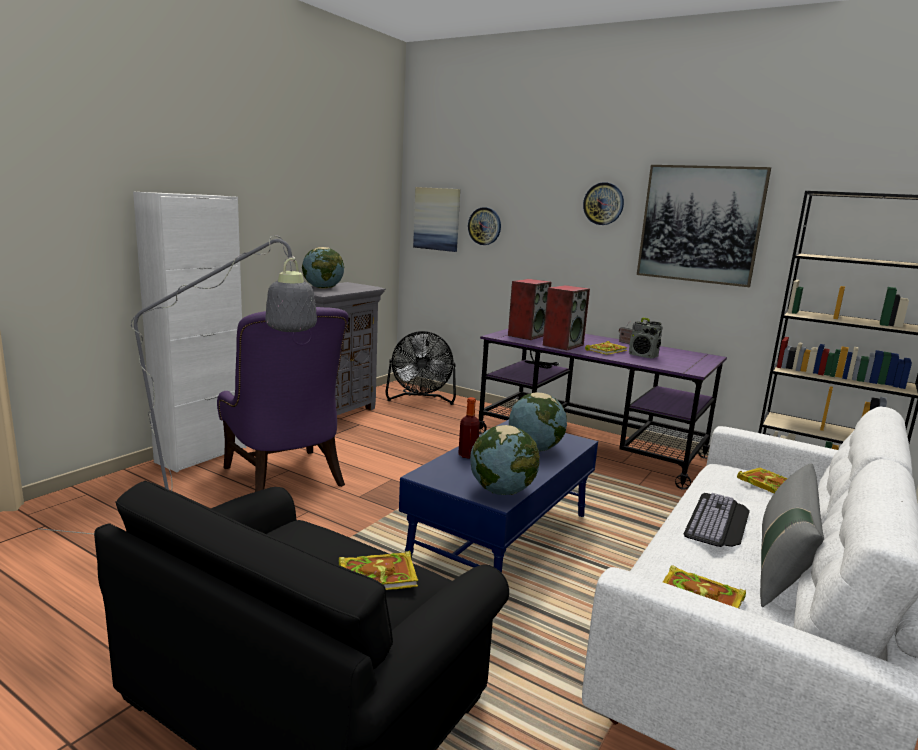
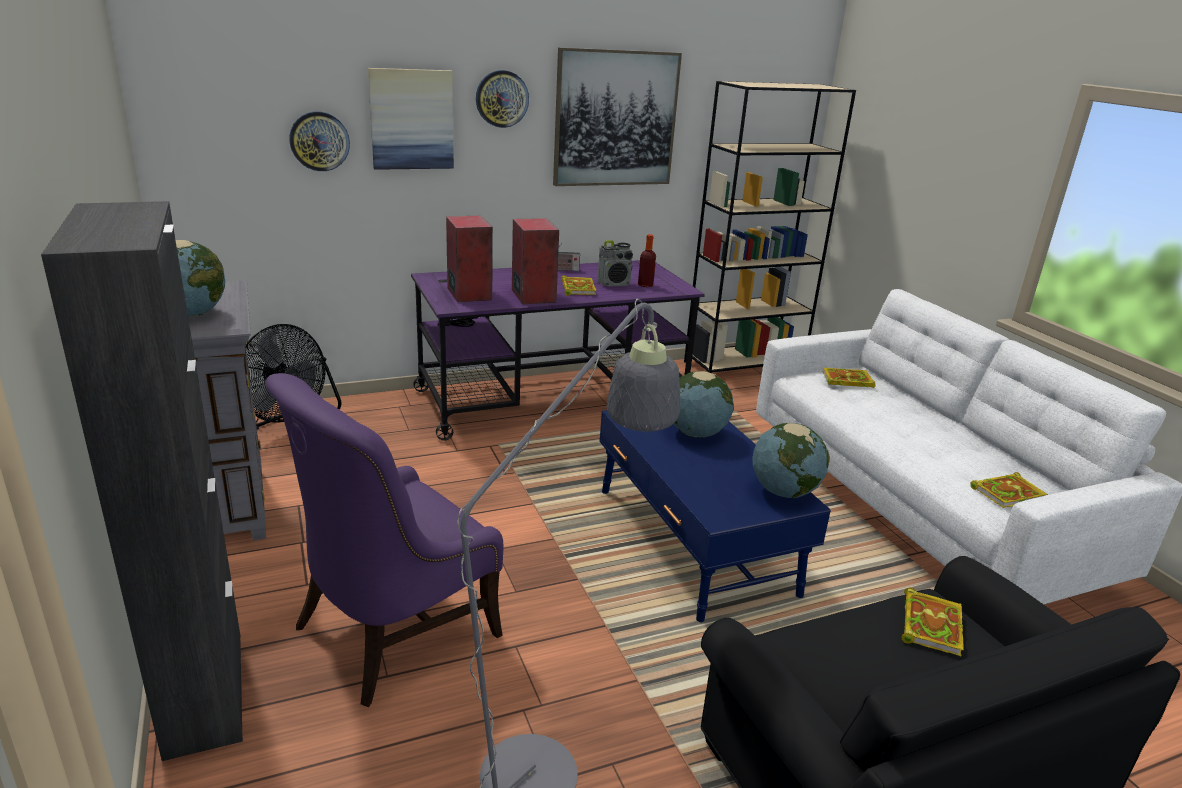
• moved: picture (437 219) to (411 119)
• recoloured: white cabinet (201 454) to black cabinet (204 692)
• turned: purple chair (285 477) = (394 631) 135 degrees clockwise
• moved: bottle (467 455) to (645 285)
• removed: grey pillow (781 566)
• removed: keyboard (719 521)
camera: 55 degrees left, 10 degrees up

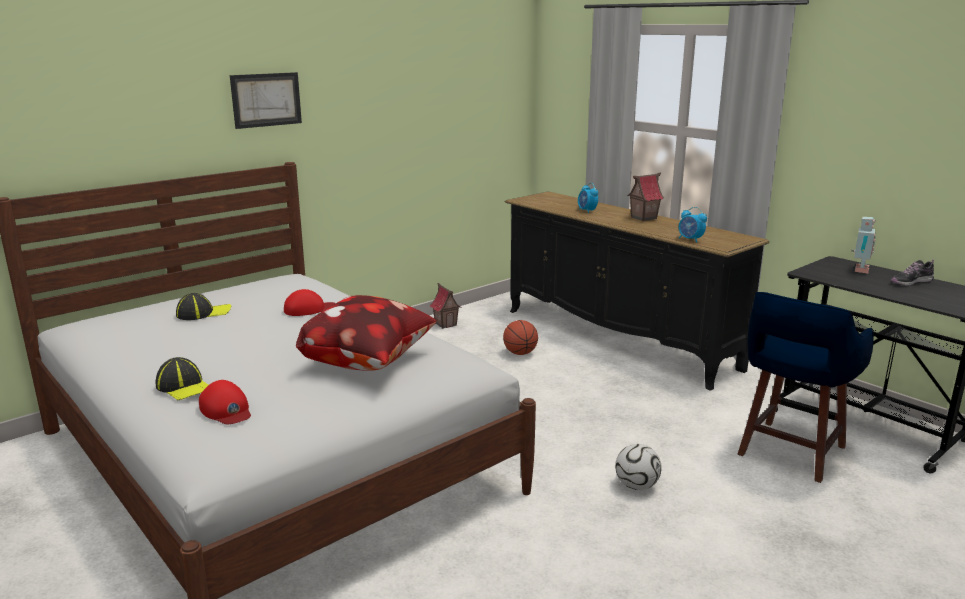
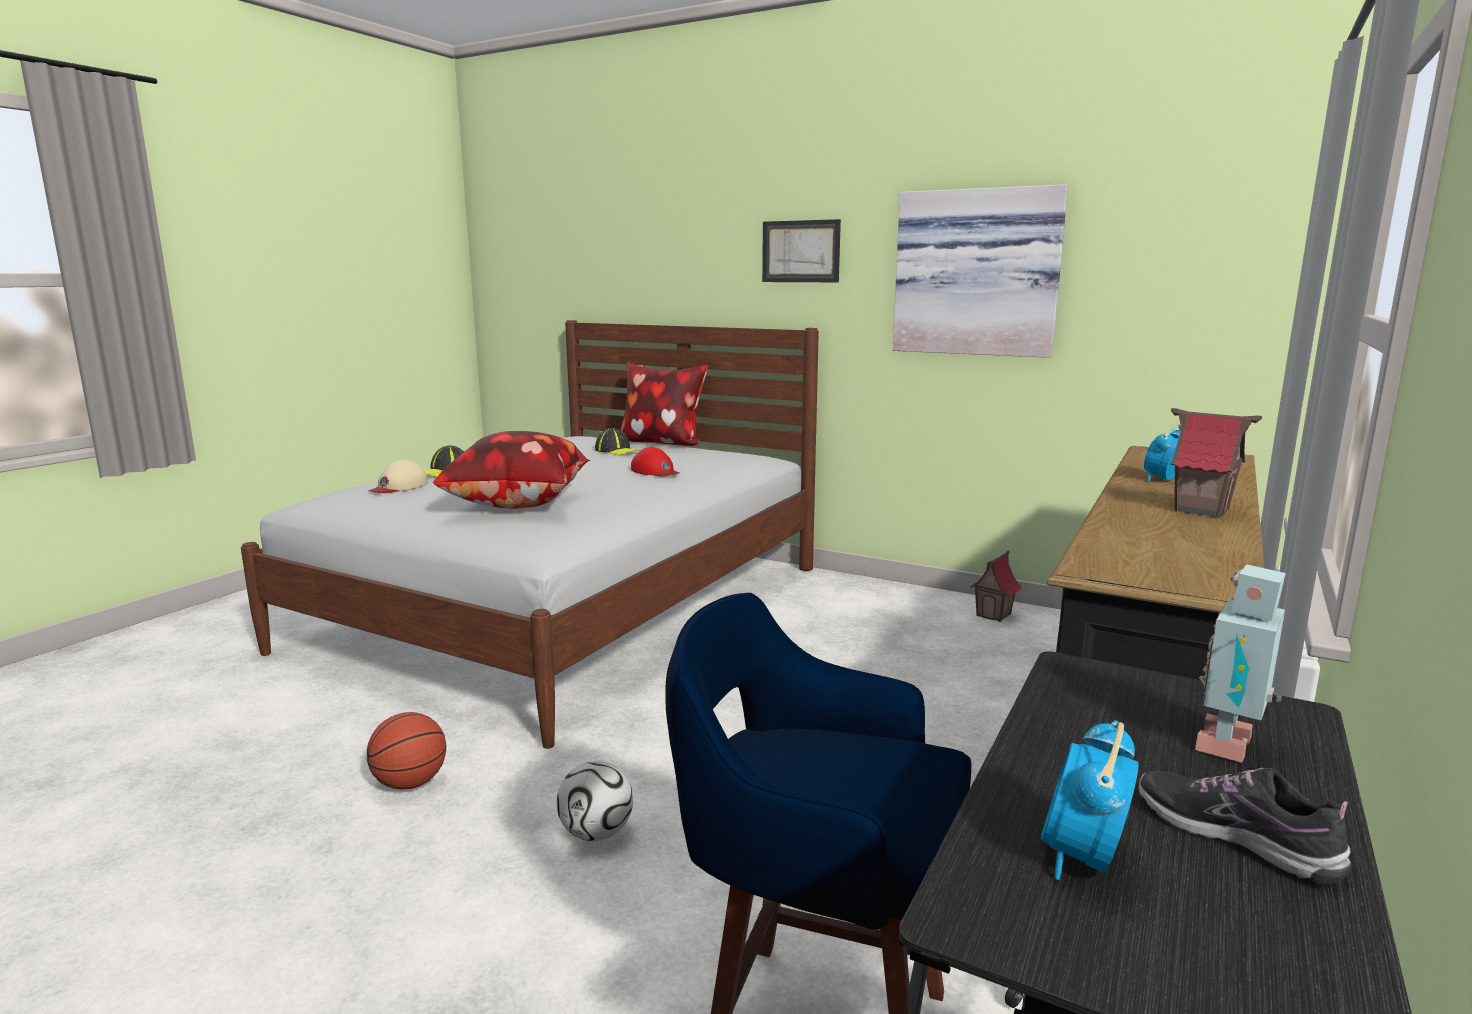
• moved: alarm clock (690 239) to (1082 859)
• turned: toy robot (859 270) = (1231 745) 120 degrees clockwise
• moved: basketball (520 353) to (410 783)
• recoloured: red cap (226 410) to beige cap (399 487)
• added: picture (977 273)
• added: pillow (661 443)
camera: 70 degrees right, 5 degrees down

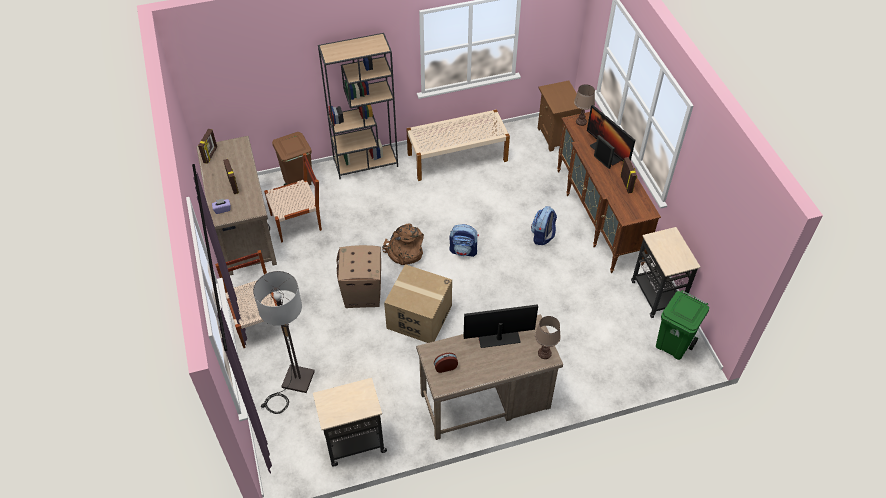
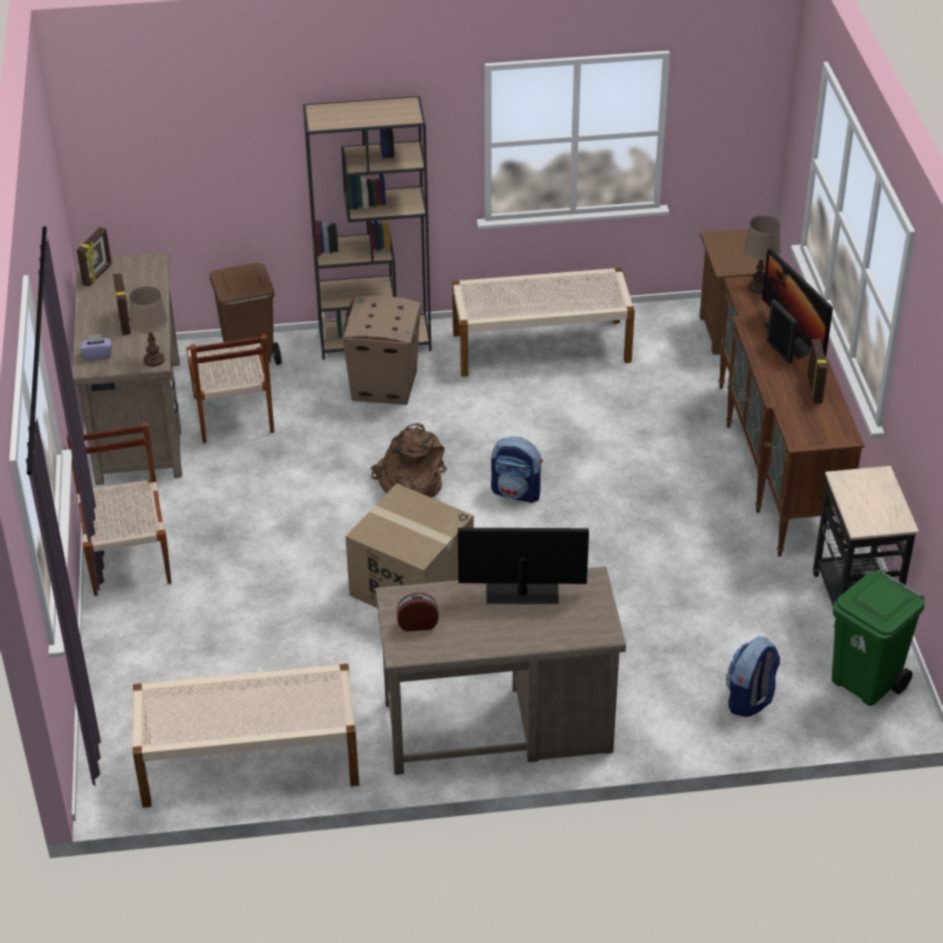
• turned: chair (297 222) = (233 417) 90 degrees clockwise
• moved: backpack (542 236) to (750 700)
• moved: cardboard box (362 294) to (384 386)
• removed: floor lamp (291 386)
• moved: brown table lamp (544 353) to (153 360)
• replaced: cart (354 444) to beige bench (249 762)
camera: 10 degrees right, 10 degrees down

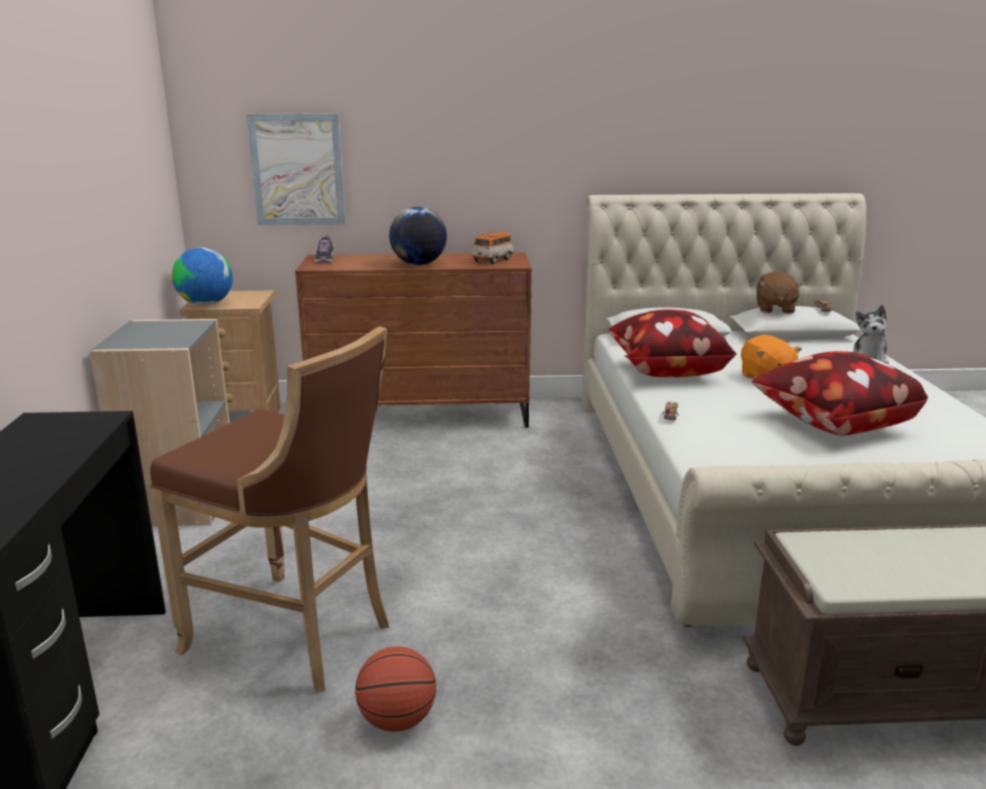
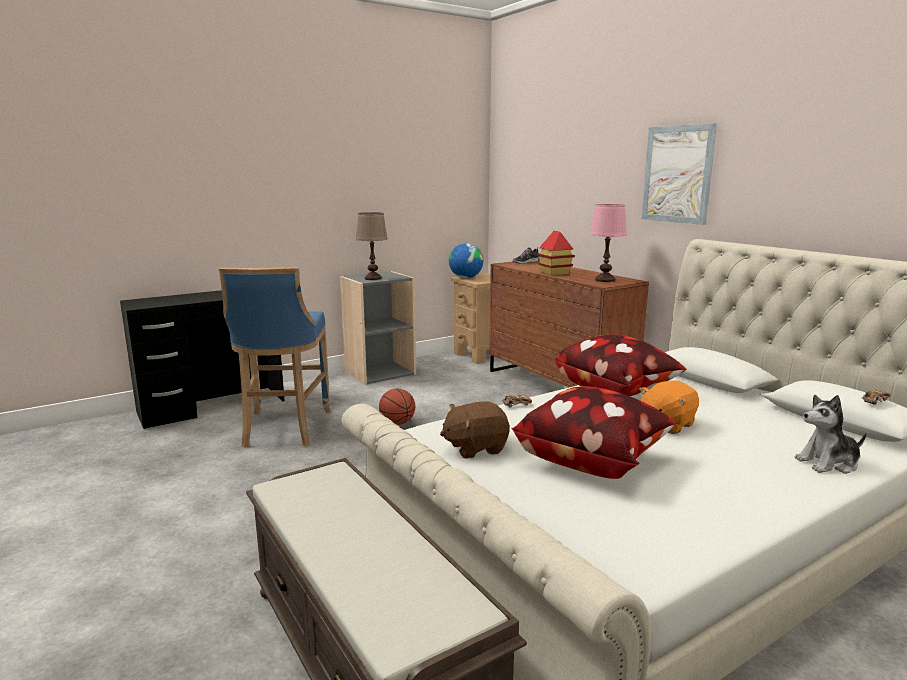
• moved: picture (297 170) to (677 174)
• replaced: globe (419 264) to toy house (555 273)
• replaced: toy car (493 260) to pink table lamp (604 280)
• moved: brown plush toy (774 309) to (475 448)
• recoloured: brown stool (296 636) to blue stool (284 430)
• moved: basketball (397 720) to (397 423)
• added: brown table lamp (372 278)
camera: 60 degrees right, 5 degrees down

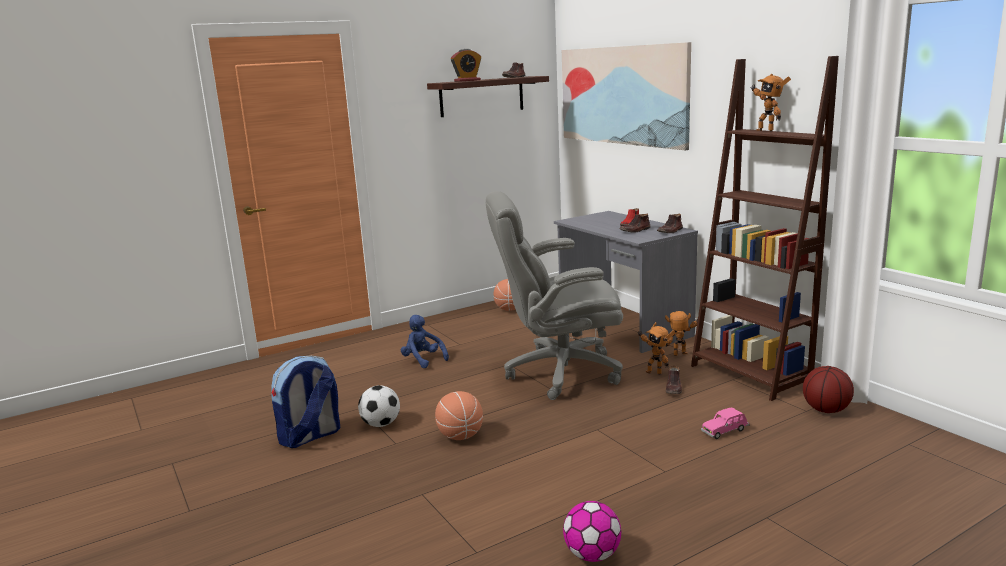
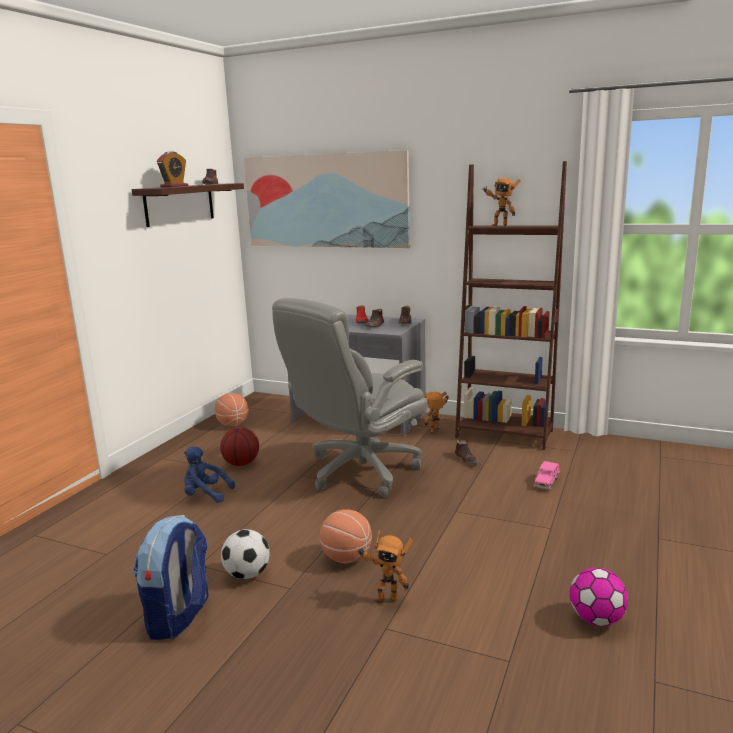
• moved: toy robot (654 372) to (385 598)
• moved: basketball (826 410) to (241 463)
camera: 35 degrees left, 0 degrees up

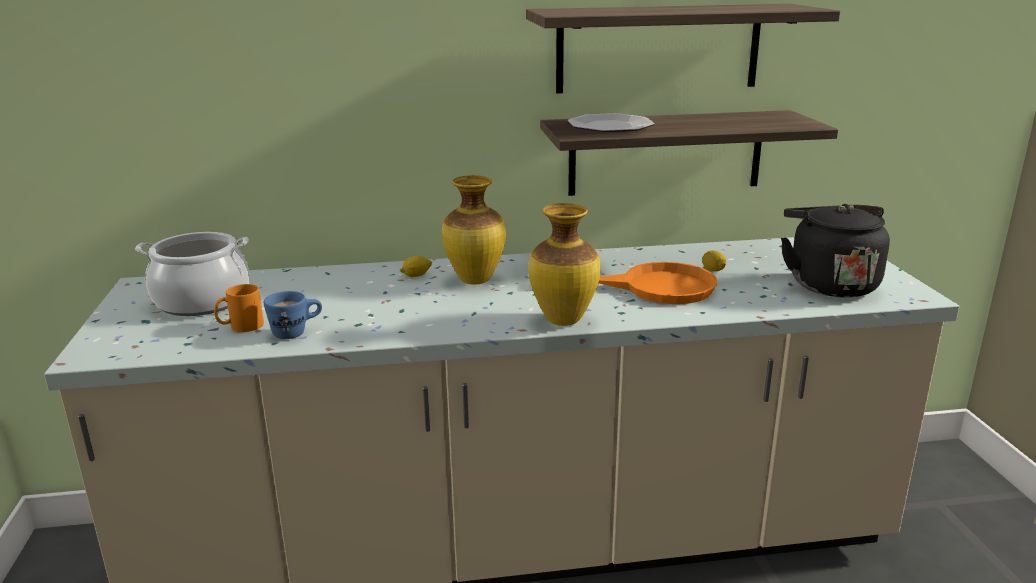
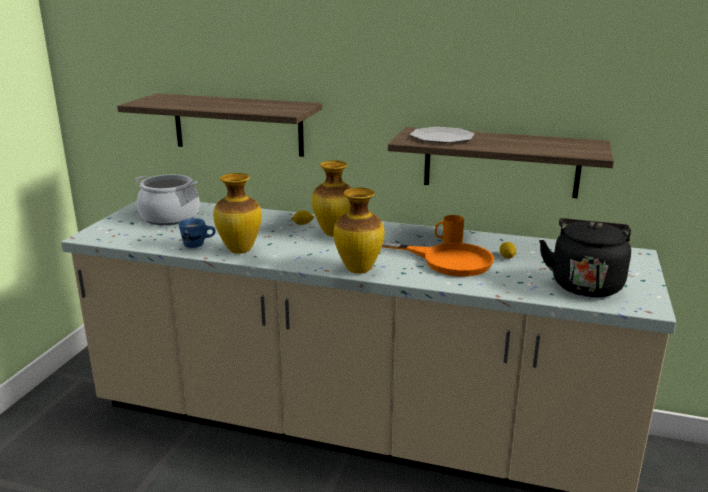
• moved: shelf (658 48) to (238 124)
• moved: orange mug (240 327) to (448 242)
• added: vase (239 250)
camera: 25 degrees right, 0 degrees up

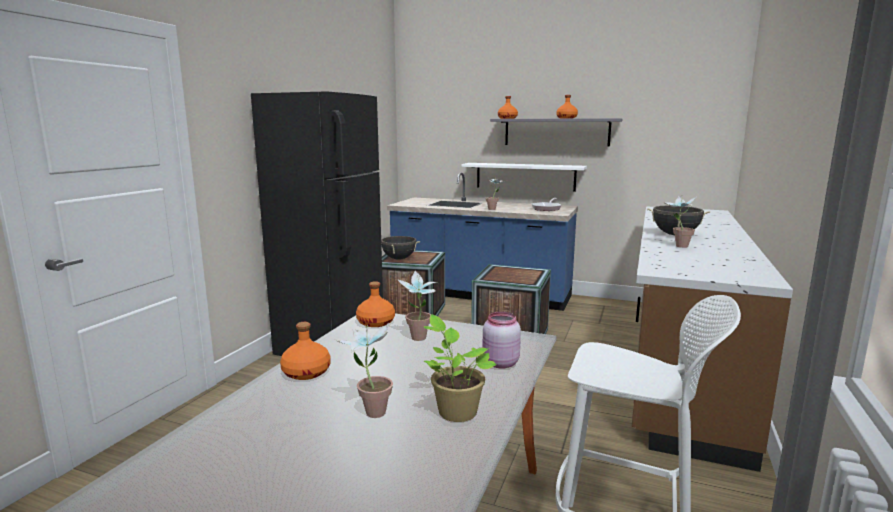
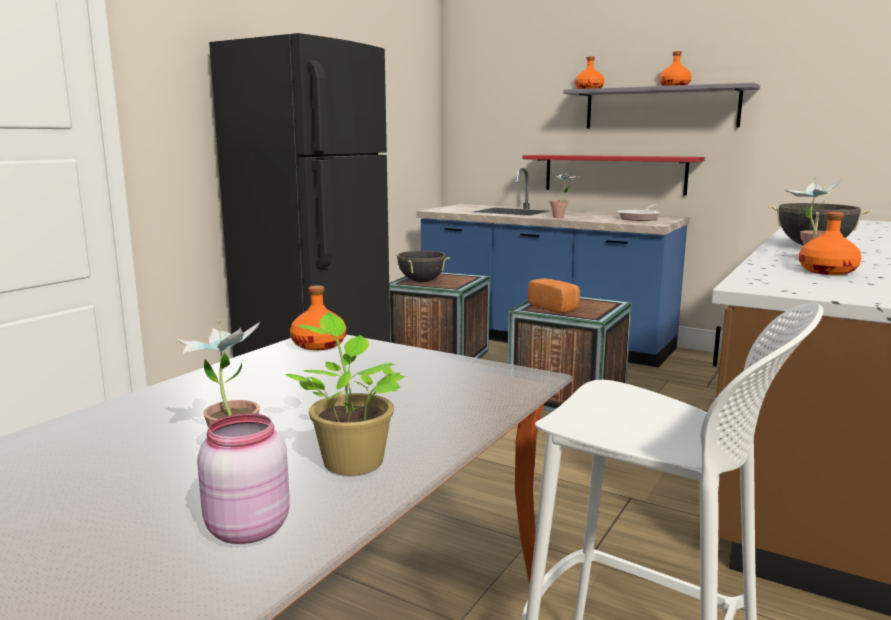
• recoloured: white shelf (525 176) to red shelf (614 174)
• removed: potted plant (419 340)
• moved: pink jar (499 363) to (245 530)
• moved: orange bottle (307 372) to (828 271)
• added: bread (555 307)
camera: 10 degrees right, 0 degrees up

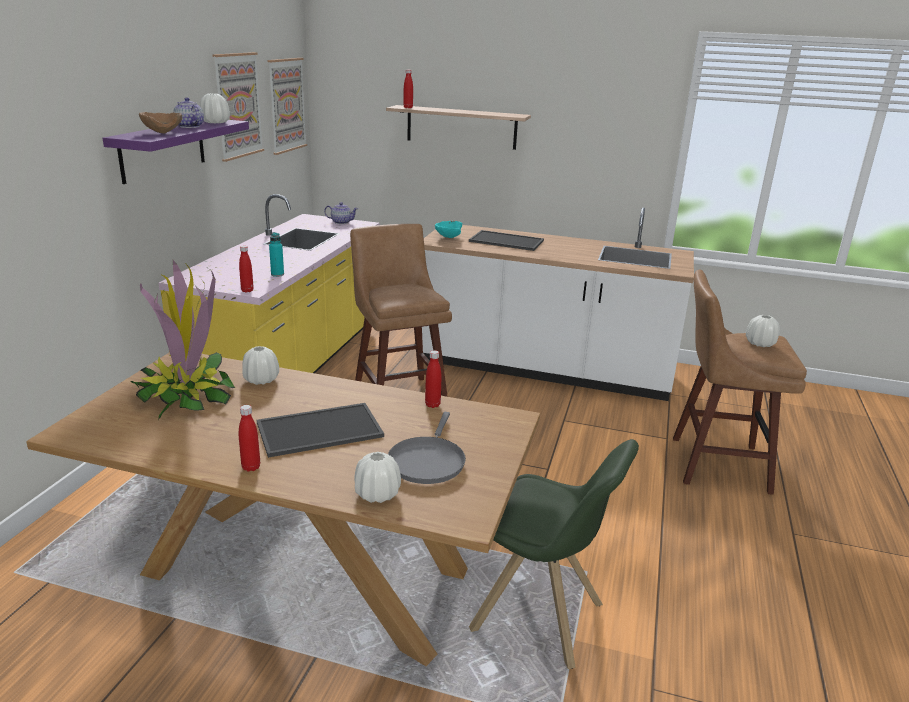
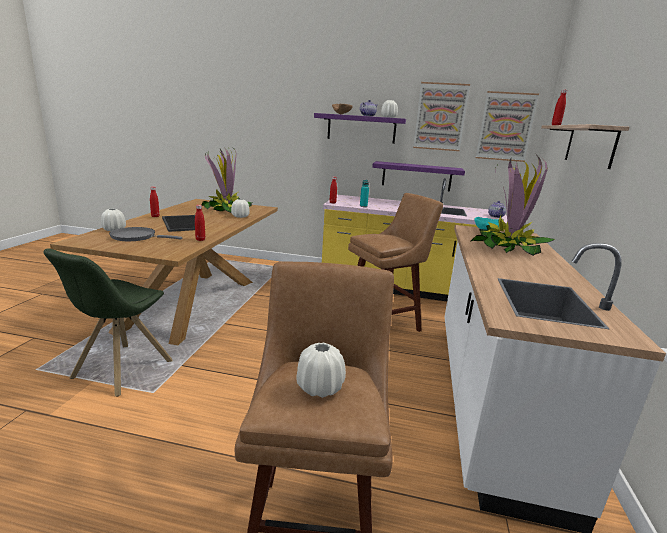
• replaced: tray (505 241) to potted plant (507 247)
• added: purple shelf (416 176)
camera: 85 degrees right, 5 degrees down

